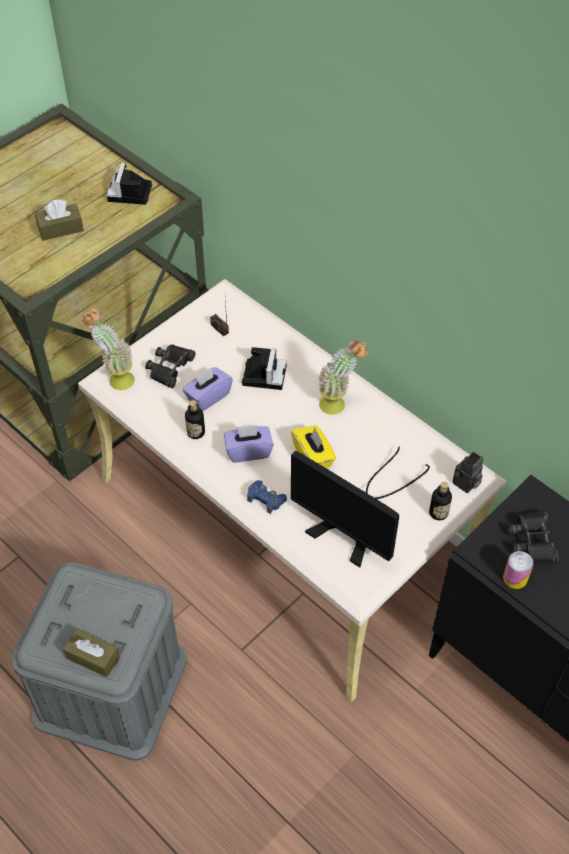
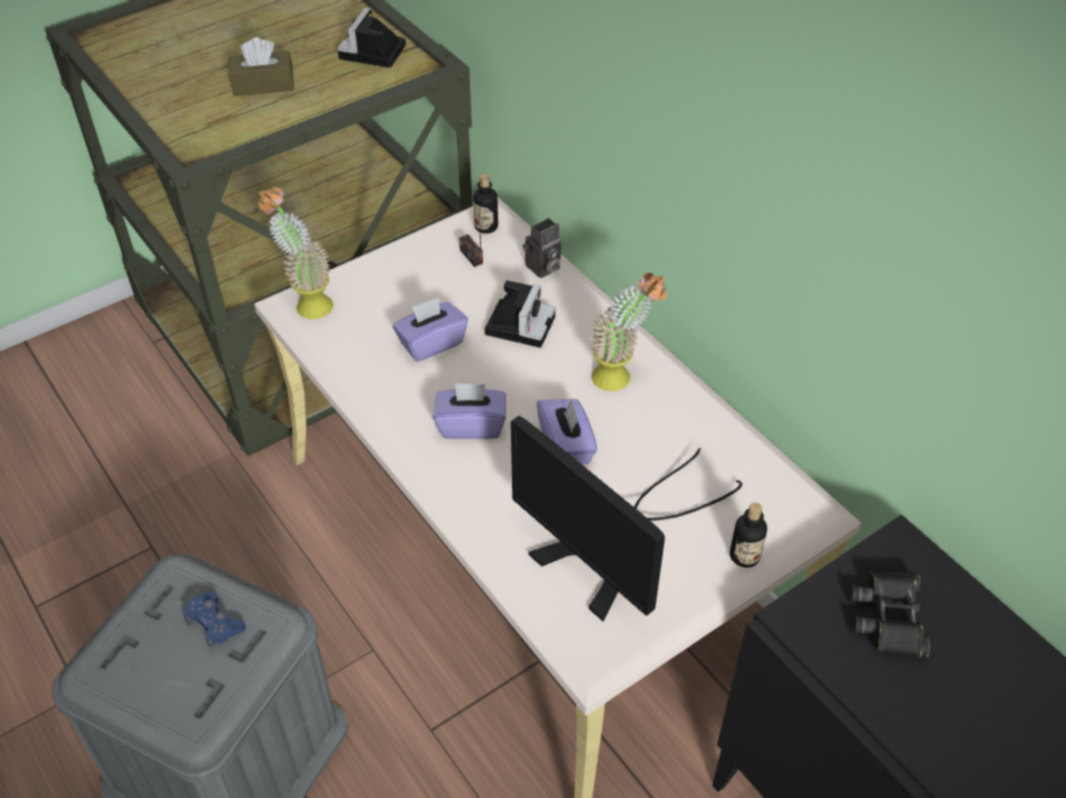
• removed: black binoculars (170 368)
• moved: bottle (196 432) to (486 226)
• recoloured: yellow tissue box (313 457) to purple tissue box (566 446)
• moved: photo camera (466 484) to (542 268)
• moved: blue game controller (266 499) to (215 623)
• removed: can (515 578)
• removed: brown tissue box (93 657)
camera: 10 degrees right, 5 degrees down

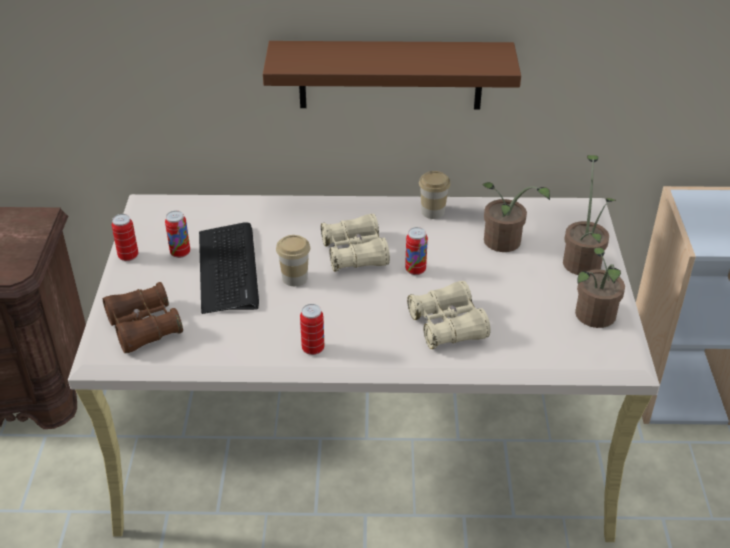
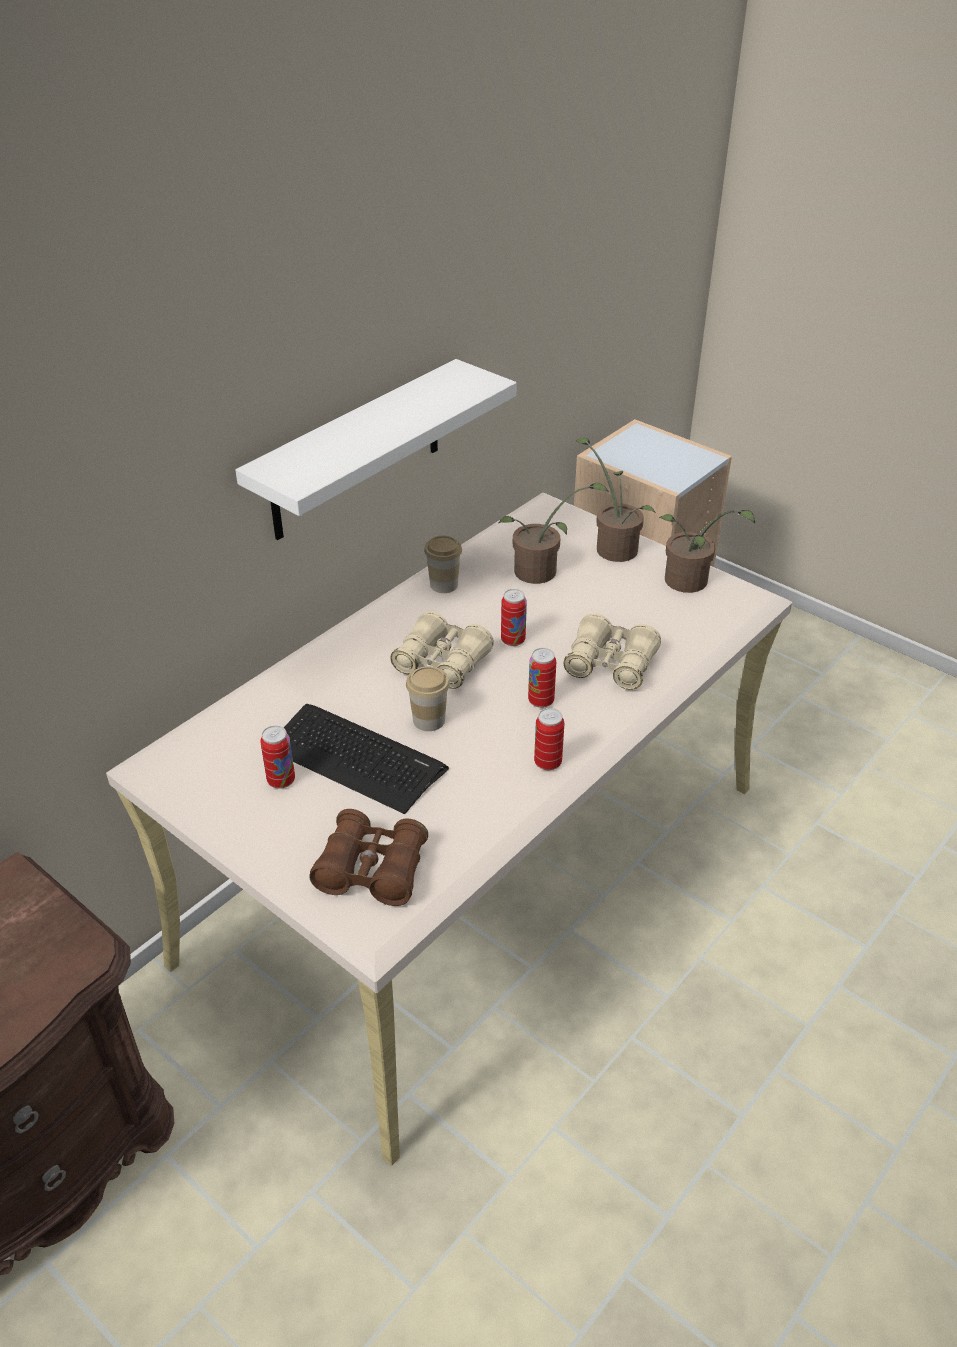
• recoloured: brown shelf (390 75) to white shelf (356 451)
• moved: can (128 256) to (541 701)
camera: 50 degrees left, 0 degrees up

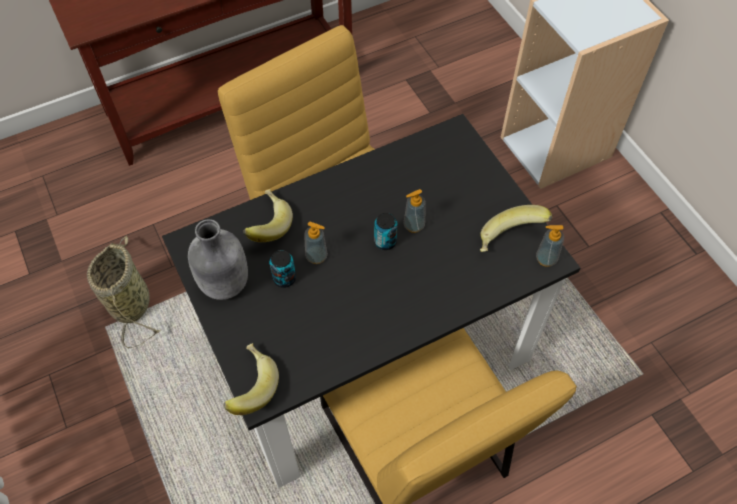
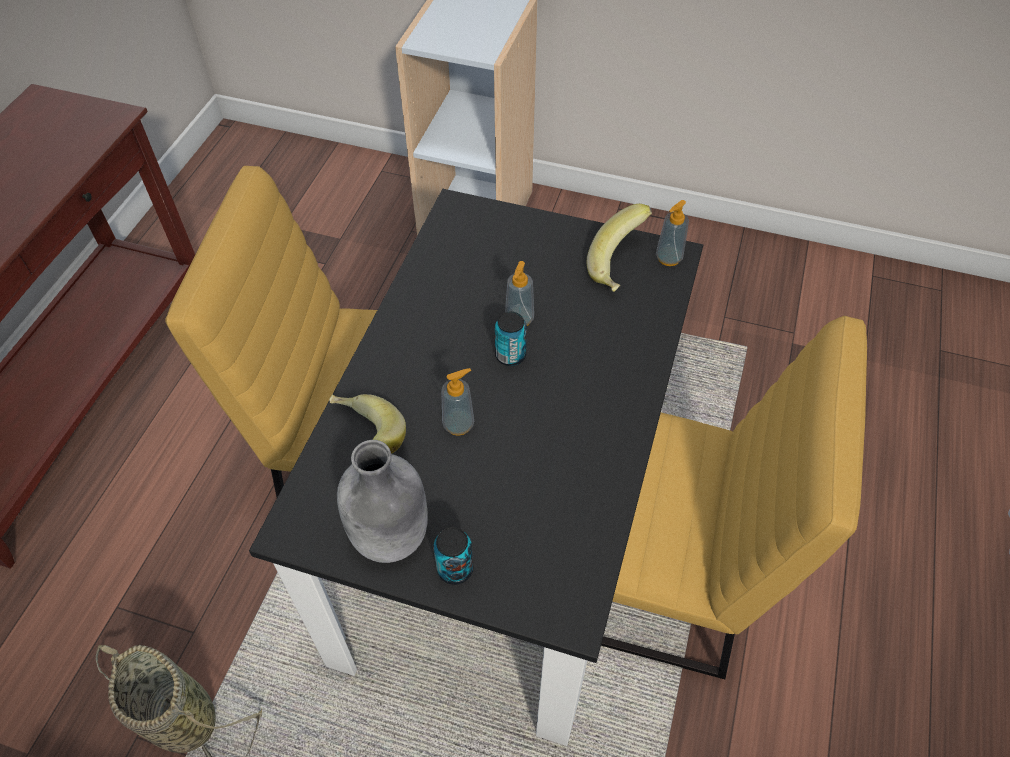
• moved: can (284 278) to (455 569)
• removed: banana (249 386)
camera: 45 degrees left, 5 degrees down

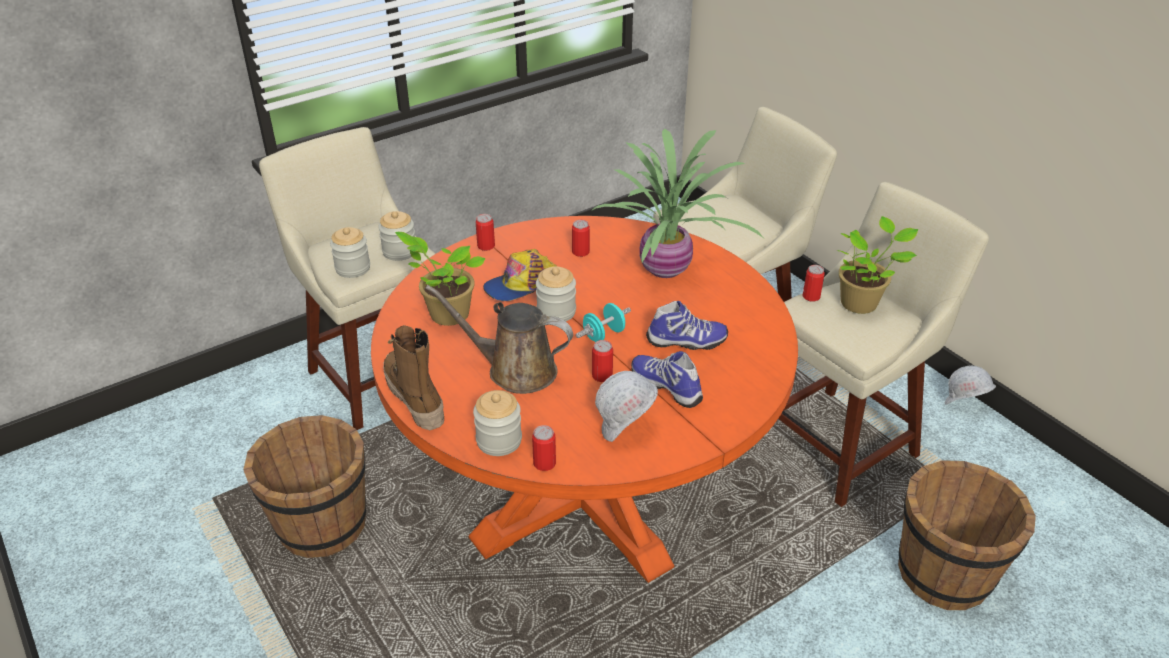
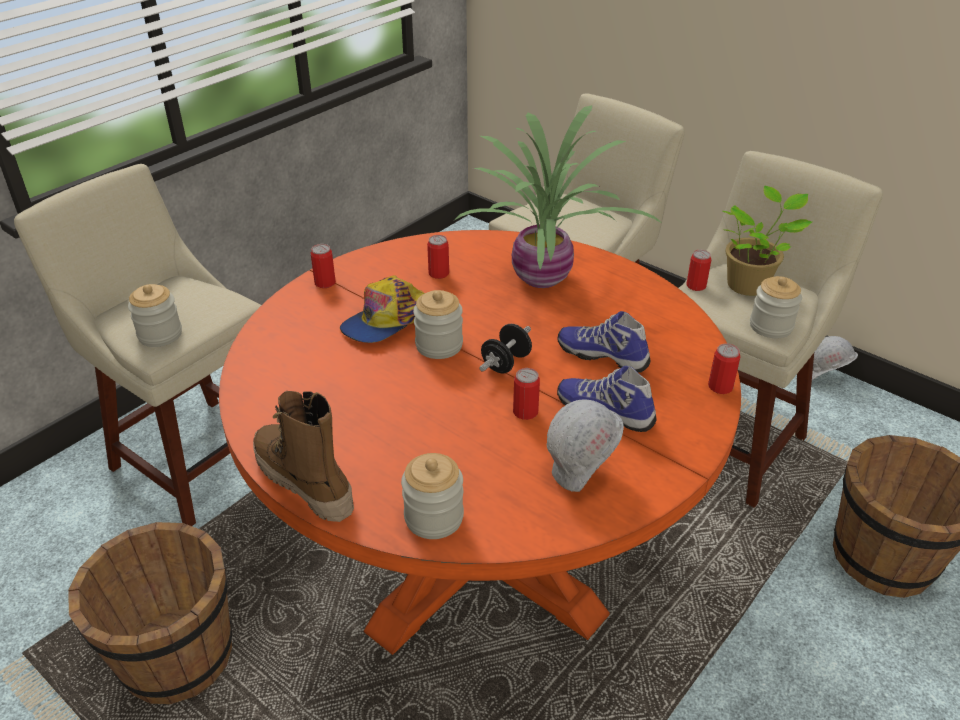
• moved: jar (399 251) to (771 326)
• removed: potted plant (446 314)
• removed: brown watering can (515 370)
• turned: shoe (686 342) = (603 355) 135 degrees counterclockwise
• recoloured: turquoise dumbbell (603 335) to black dumbbell (506 363)
• moved: can (544 463) to (720 387)
camera: 15 degrees left, 0 degrees up

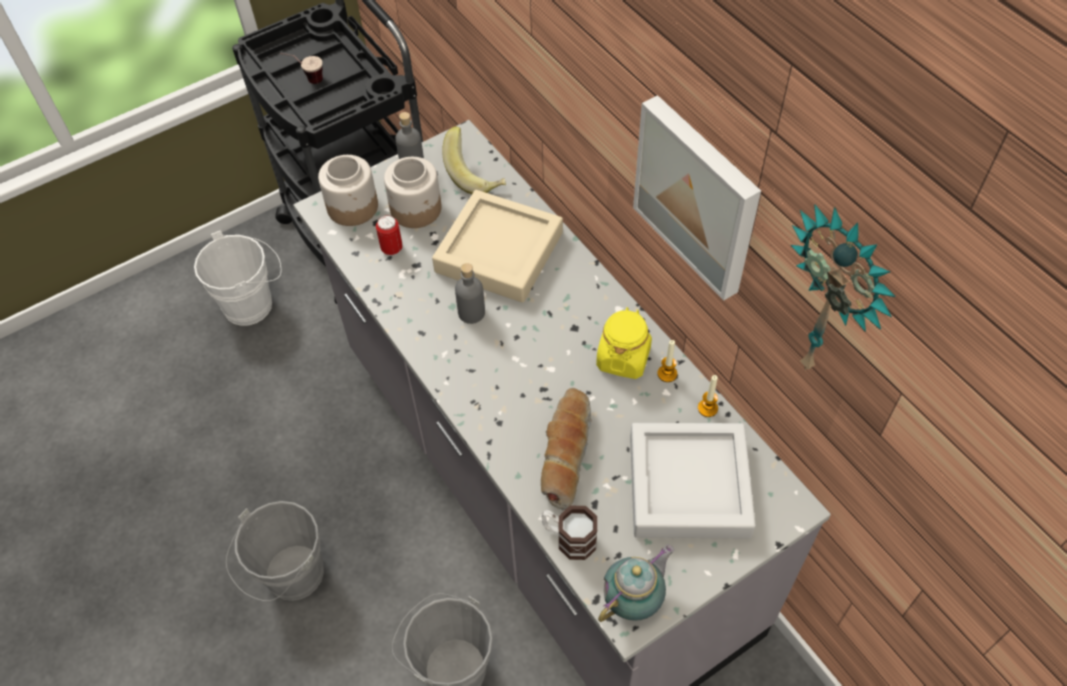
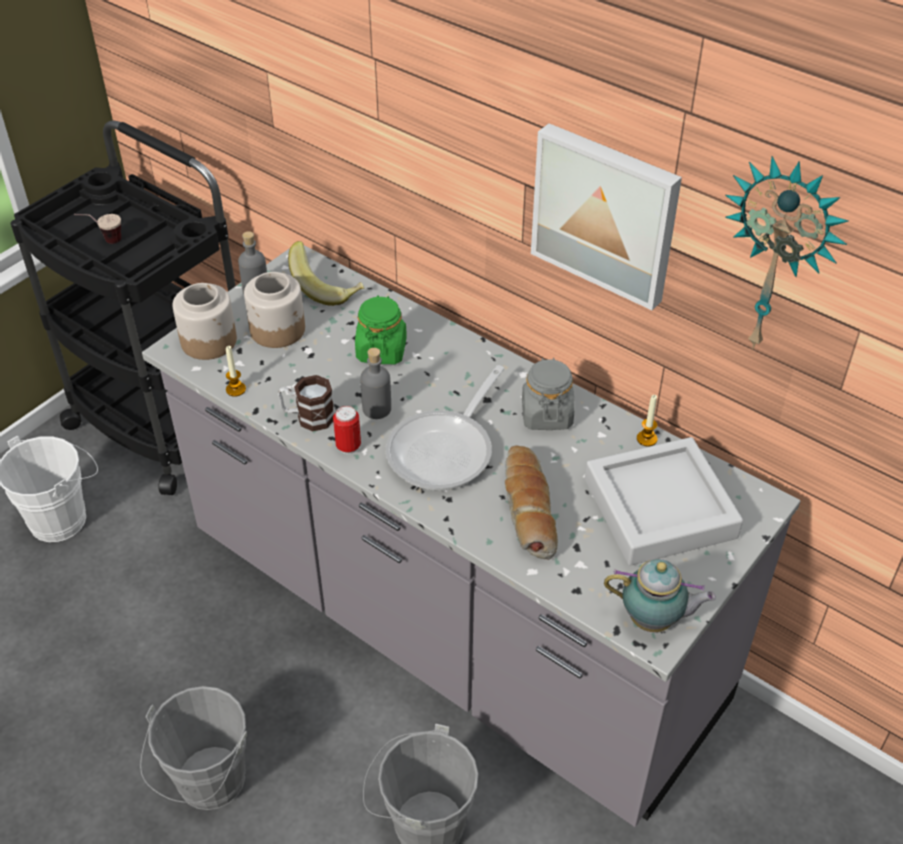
• replaced: beige tray (499 252) to green jar (381 350)
• moved: can (392 249) to (348 446)
• recoloured: yellow jar (623 358) to grey jar (546 414)
• moved: candle (667 374) to (236 389)
• moved: mug (569 538) to (308 417)
• turned: teapot (634 600) = (654 621) 75 degrees clockwise
• added: frying pan (446 450)
camera: 20 degrees left, 10 degrees down

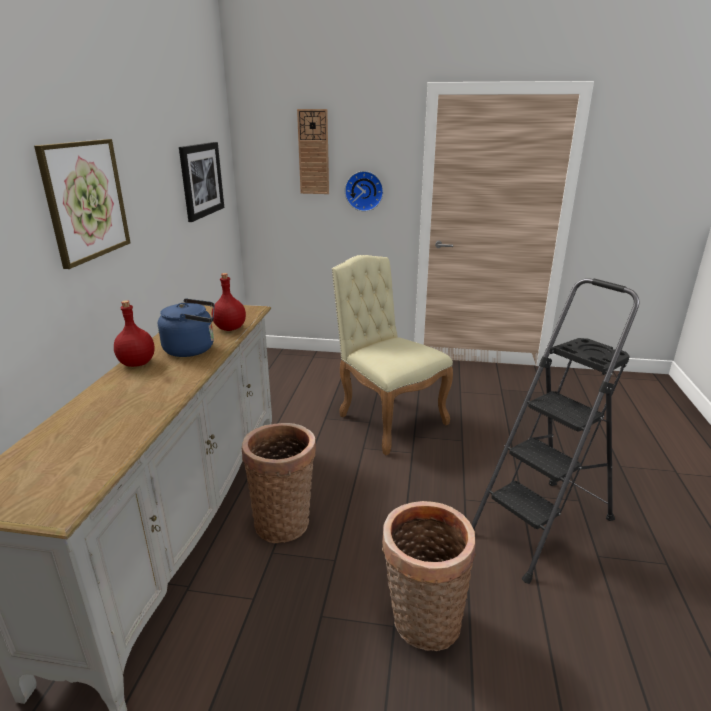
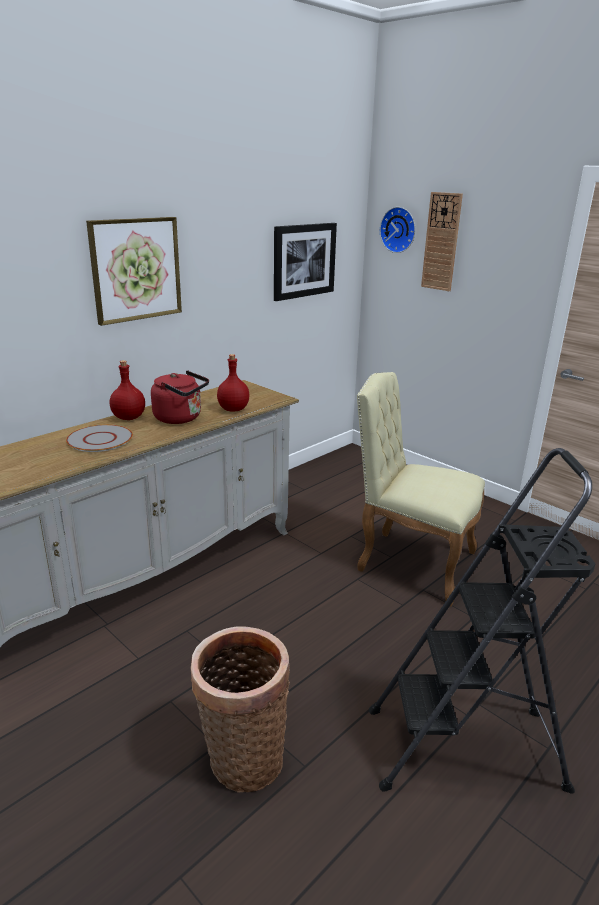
• moved: wall clock (364 191) to (399 229)
• turned: beige chair (388 420) = (413 562) 60 degrees counterclockwise
• recoloured: blue kettle (193 349) to red kettle (181 418)
• removed: basket (284 521)
• added: grey plate (99 440)
camera: 35 degrees right, 0 degrees up

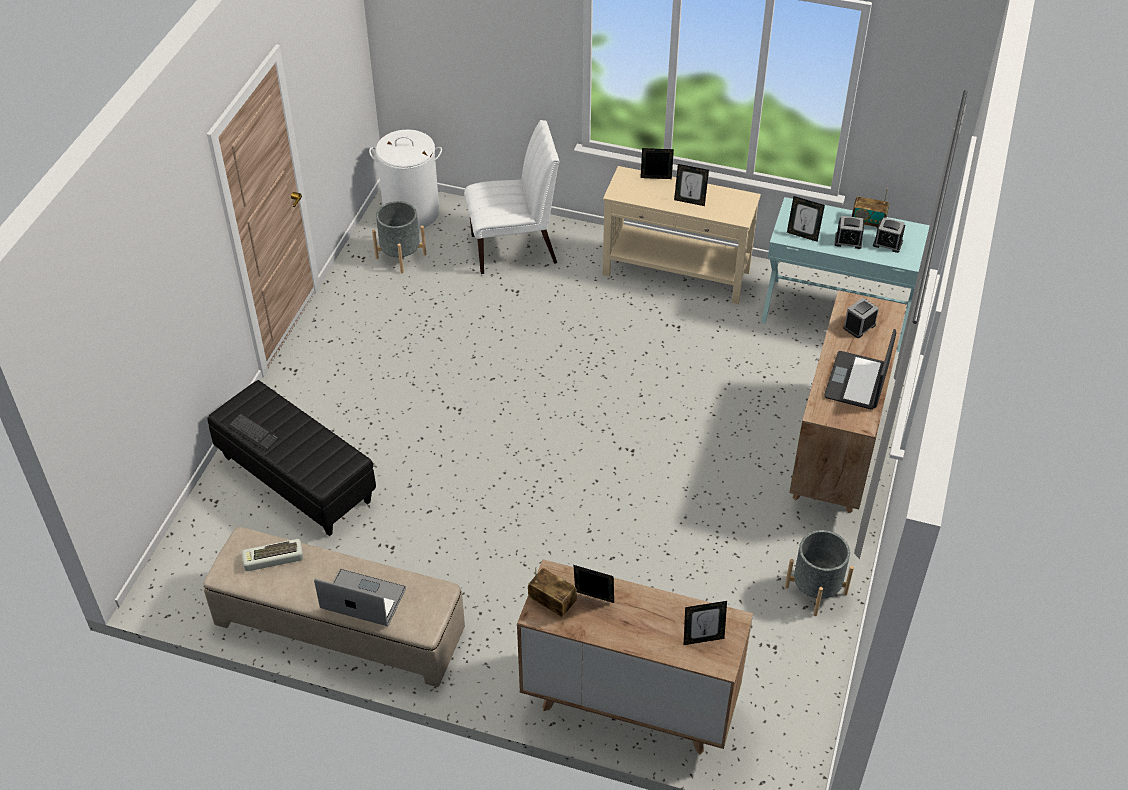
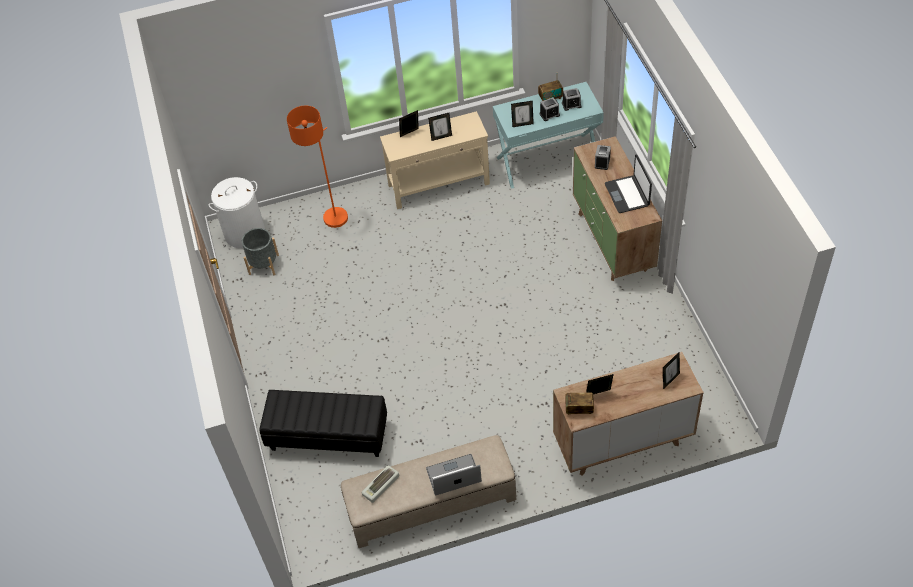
• replaced: white chair (513 249) to orange floor lamp (330 222)
• removed: keyboard (253 433)
• removed: grey planter (816 590)
camera: 30 degrees left, 5 degrees up

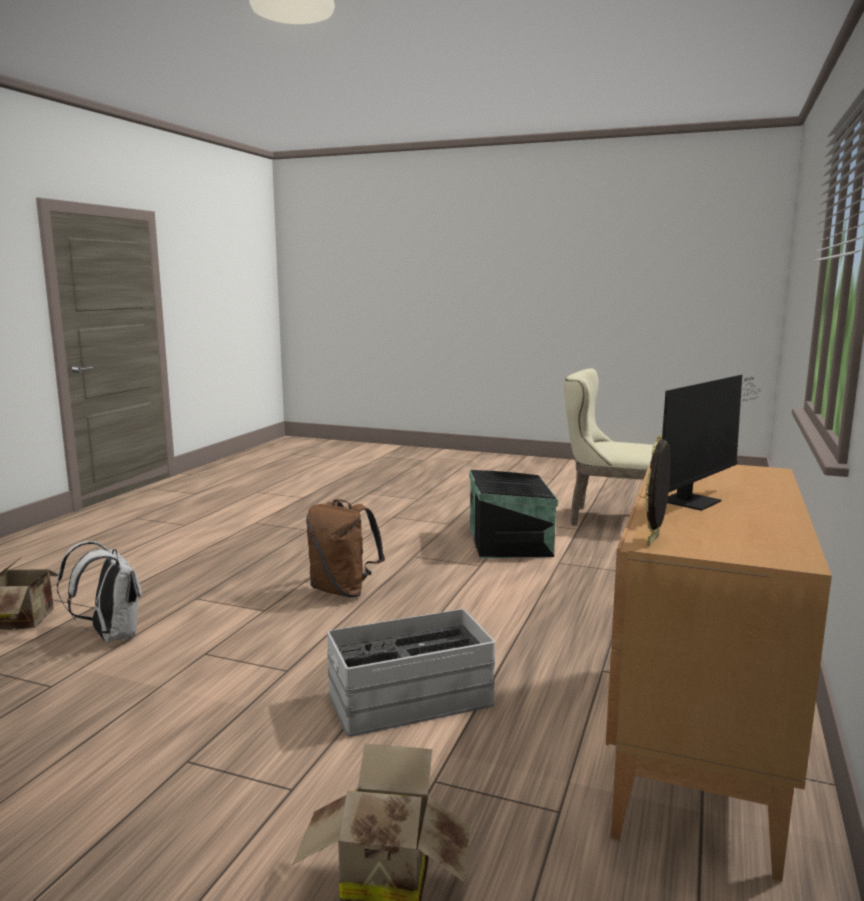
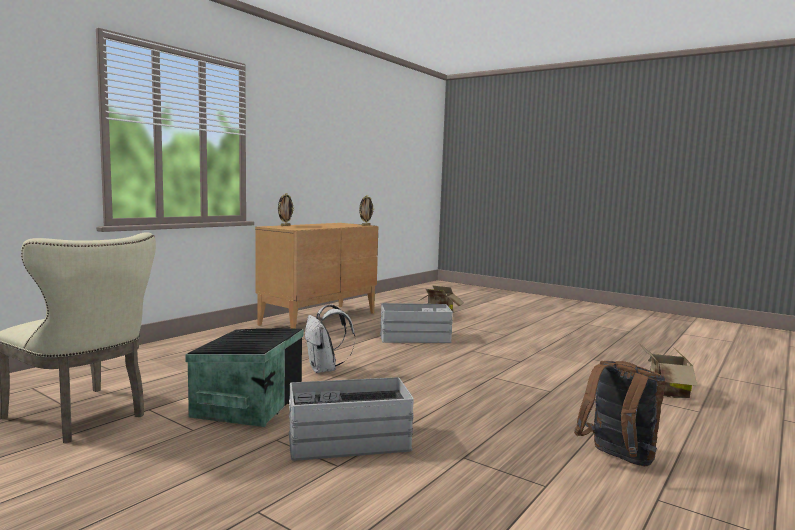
• removed: monitor (696 500)
• moved: brown backpack (343 590) to (617 460)
• moved: white backpack (111 636) to (325 369)
• added: picture frame (285 225)
• added: grey storage box (348 441)
camera: 165 degrees left, 5 degrees down

